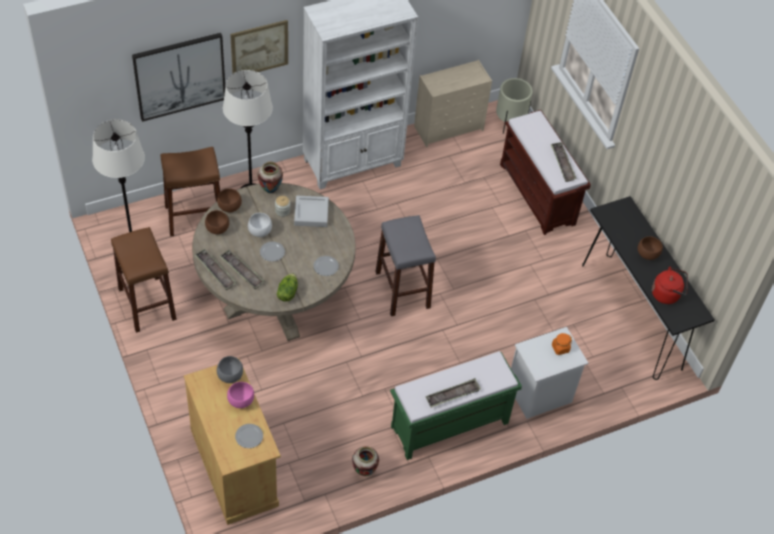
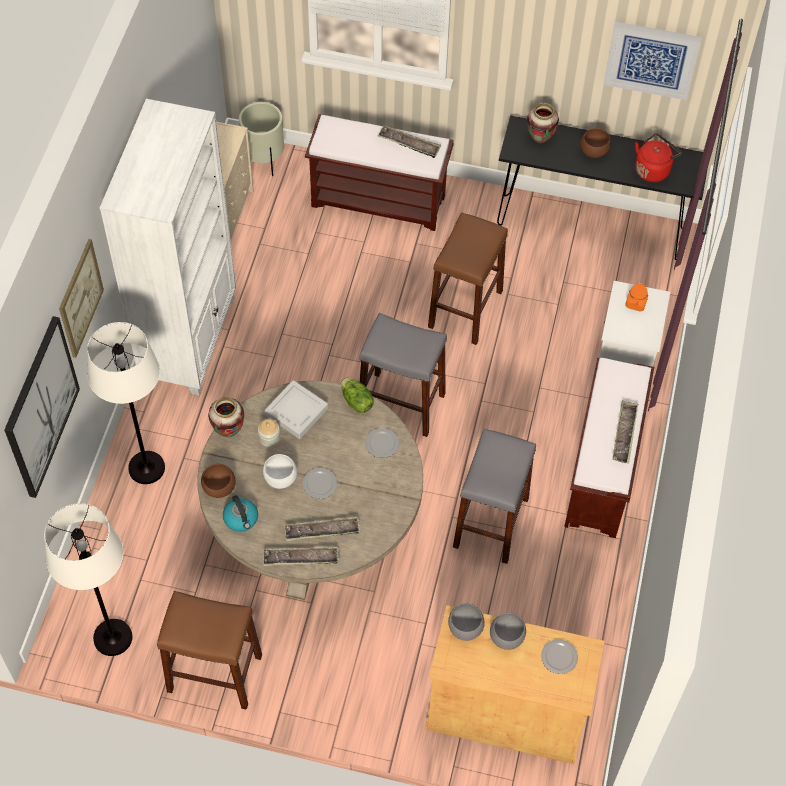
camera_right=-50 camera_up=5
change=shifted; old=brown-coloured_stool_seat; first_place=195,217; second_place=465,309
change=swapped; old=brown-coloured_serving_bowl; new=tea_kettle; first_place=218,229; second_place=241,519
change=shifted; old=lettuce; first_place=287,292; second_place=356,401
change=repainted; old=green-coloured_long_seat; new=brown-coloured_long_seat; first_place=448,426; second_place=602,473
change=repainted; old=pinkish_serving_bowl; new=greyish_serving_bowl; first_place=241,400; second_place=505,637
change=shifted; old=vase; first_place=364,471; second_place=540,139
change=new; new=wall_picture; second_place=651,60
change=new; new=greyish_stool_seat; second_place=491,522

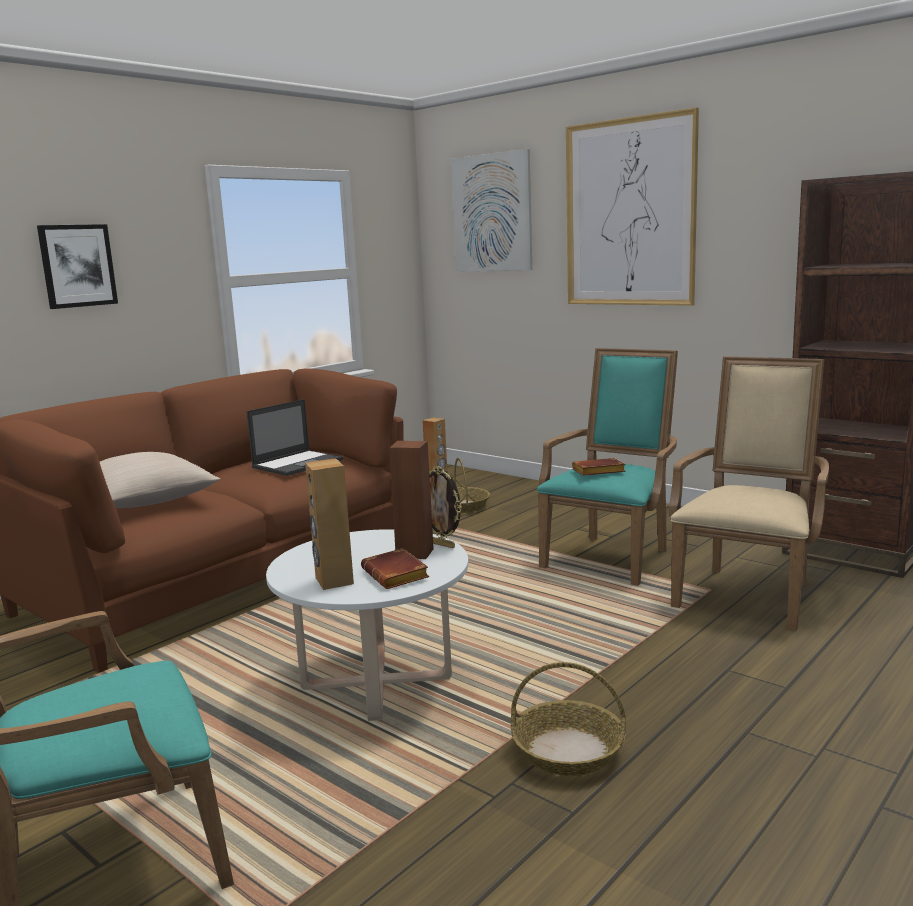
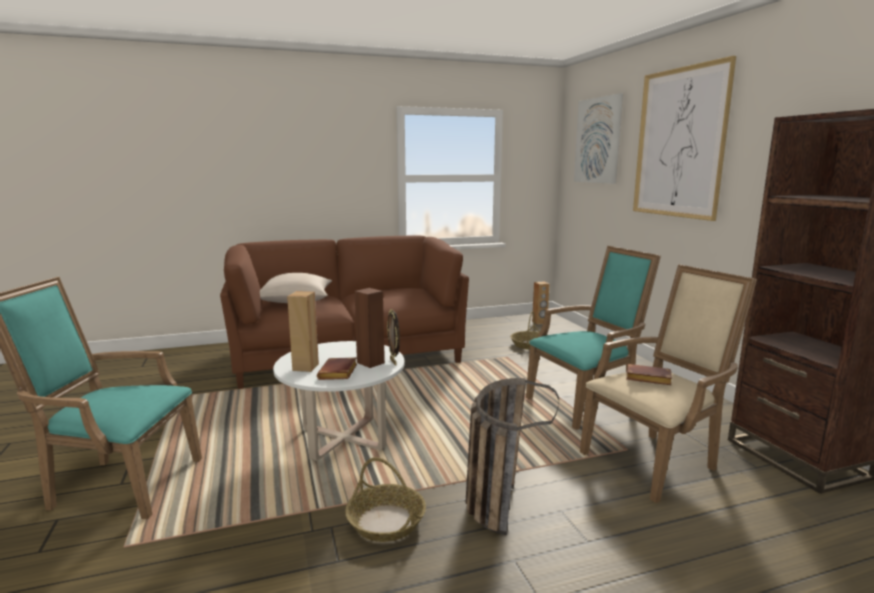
camera_right=30 camera_up=0
change=gone; old=wall_picture; first_place=77,266
change=gone; old=notebook_computer; first_place=298,463
change=shifted; old=brown-coloured_book; first_place=597,472; second_place=646,379
change=new; new=storage_basket; second_place=499,498

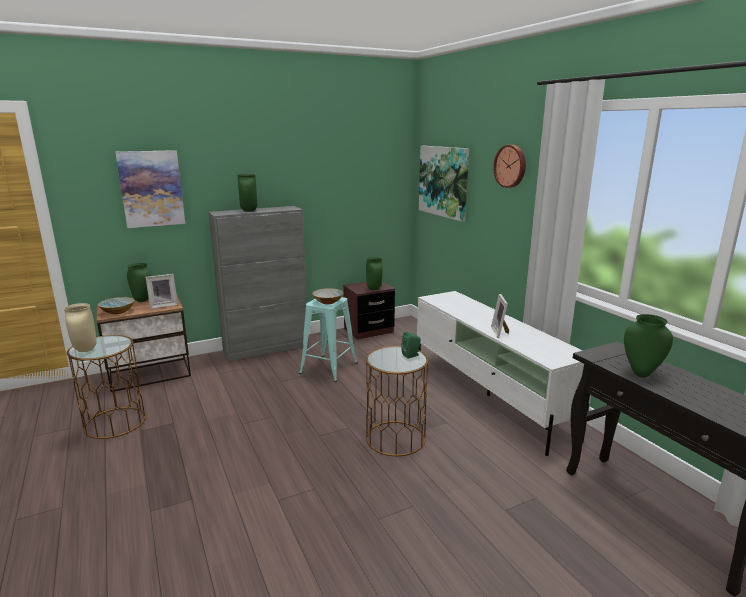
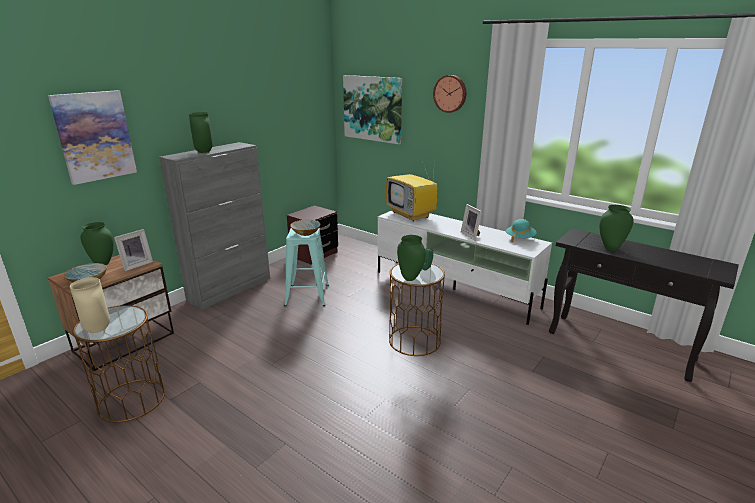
camera_right=-25 camera_up=5
change=shifted; old=green-coloured_vase; first_place=373,289; second_place=409,278
change=new; new=television; second_place=411,215
change=new; new=blue-green_clothing_hat; second_place=520,238

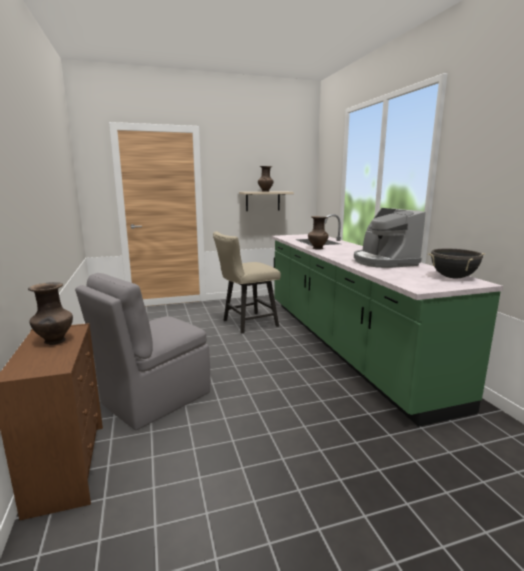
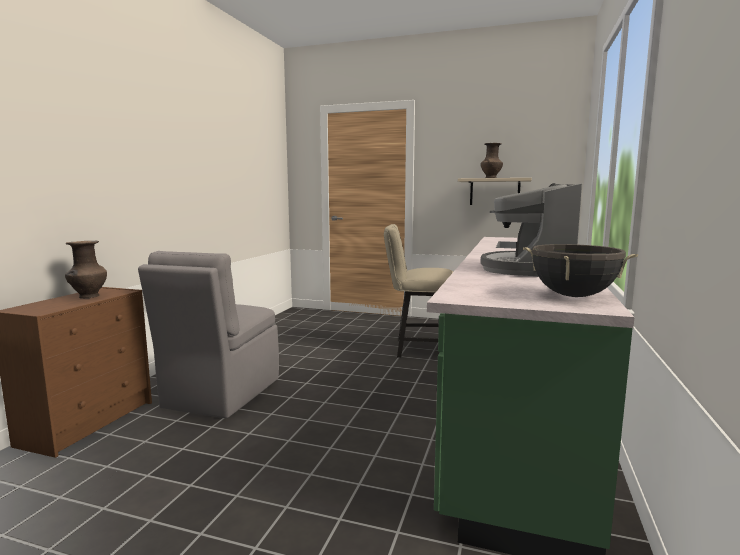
camera_right=35 camera_up=-5
change=gone; old=brown-coloured_vase; first_place=317,248
change=rotated; old=greyish_chair; first_place=154,399; second_place=220,394; degrees=-60

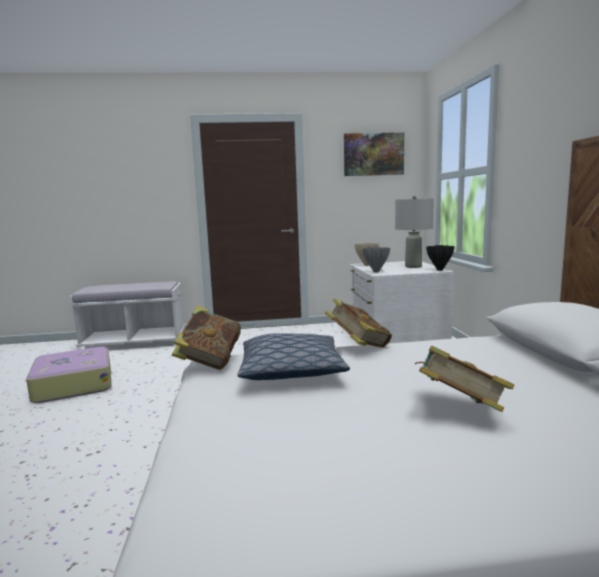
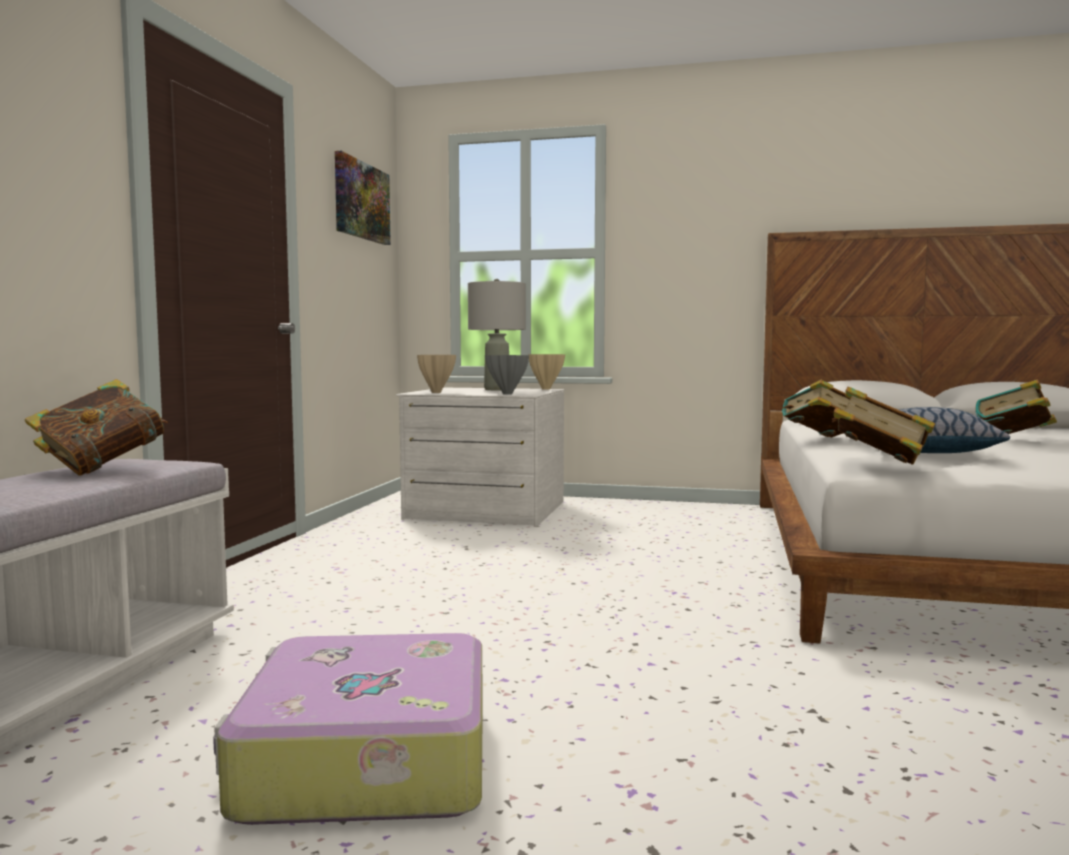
camera_right=-70 camera_up=-5
change=repainted; old=black-coloured_vase; new=beige-coloured_vase; first_place=439,270; second_place=546,389
change=new; new=book; second_place=102,468

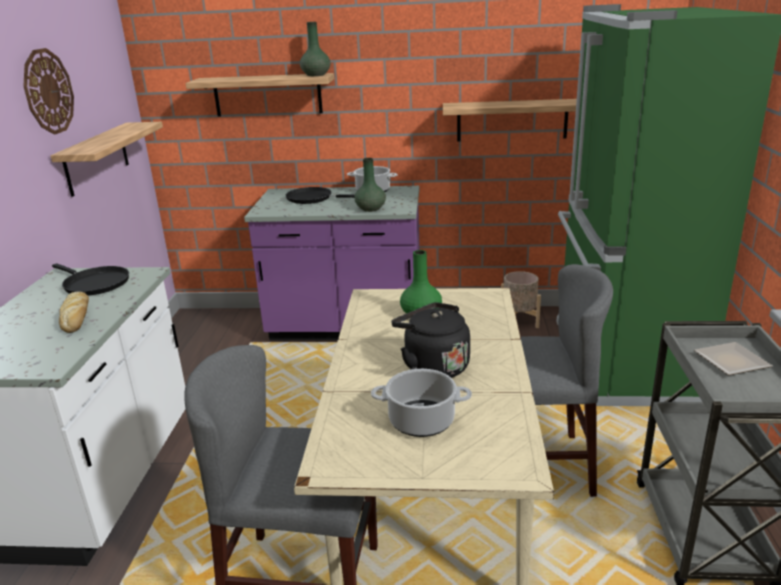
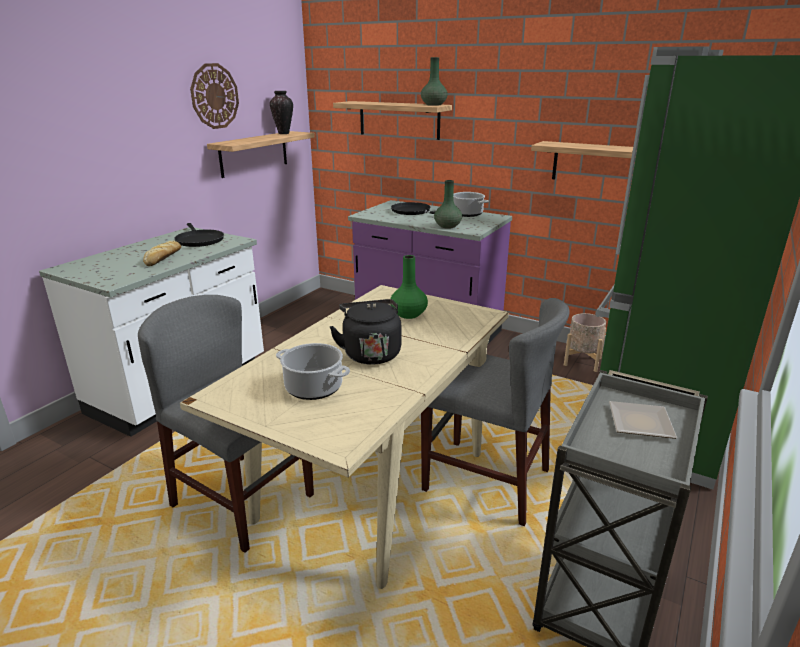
camera_right=25 camera_up=0
change=new; new=vase; second_place=284,133

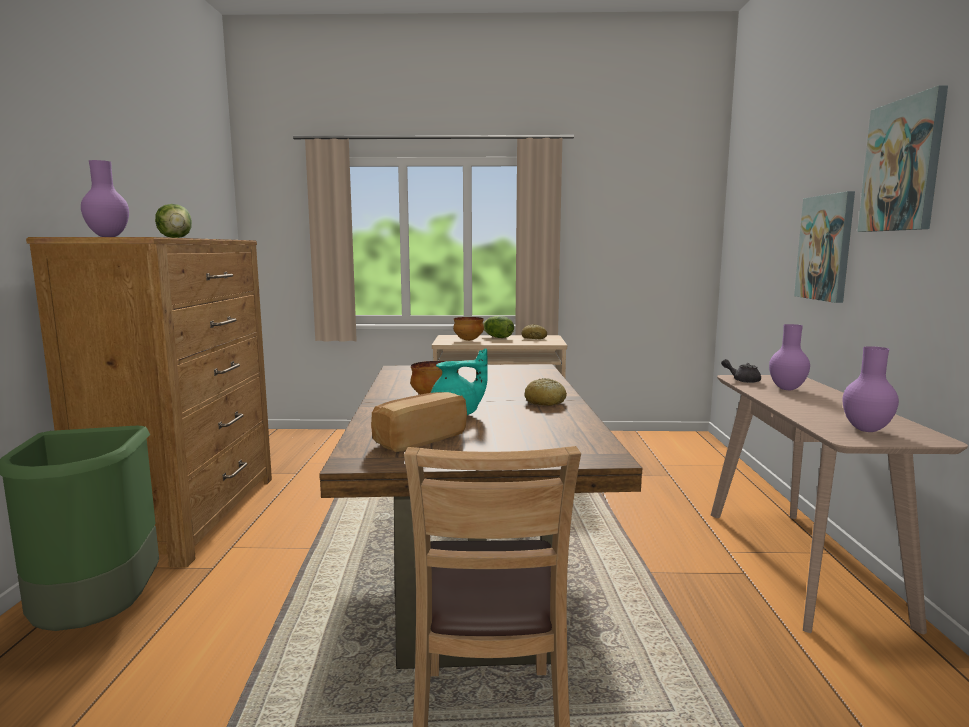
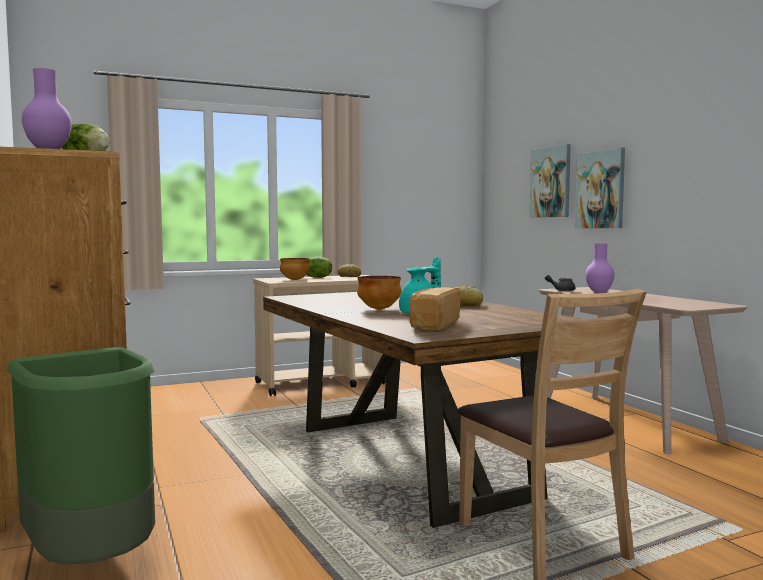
camera_right=-25 camera_up=-5
change=shifted; old=wall_picture; first_place=902,165; second_place=551,182
change=gone; old=purple-coloured_vase; first_place=866,430

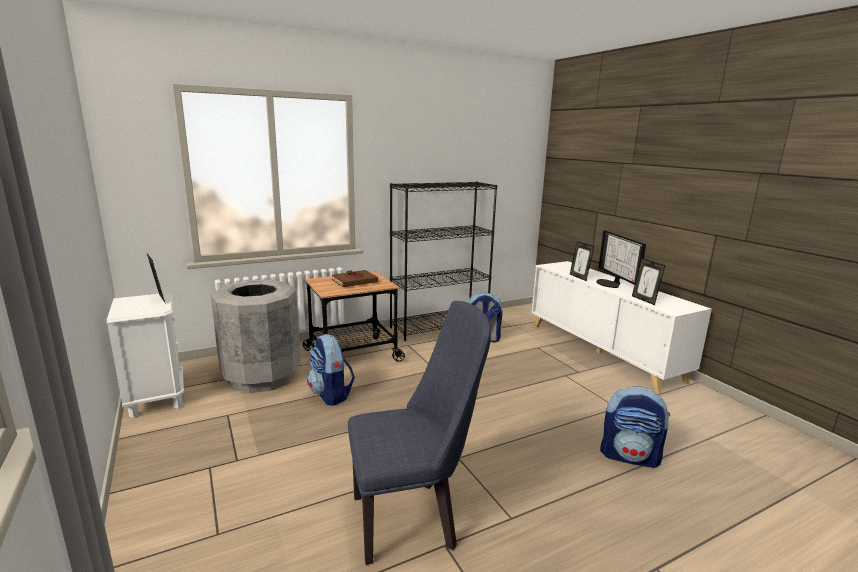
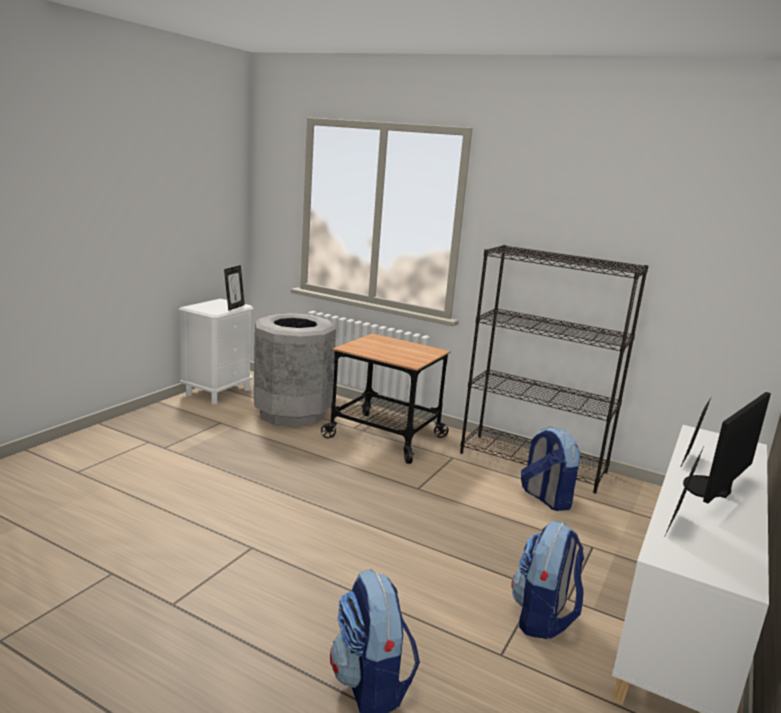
camera_right=55 camera_up=0
change=gone; old=brown-coloured_book; first_place=354,281
change=gone; old=bluish_chair; first_place=412,518
change=shifted; old=rucksack; first_place=331,395; second_place=543,618

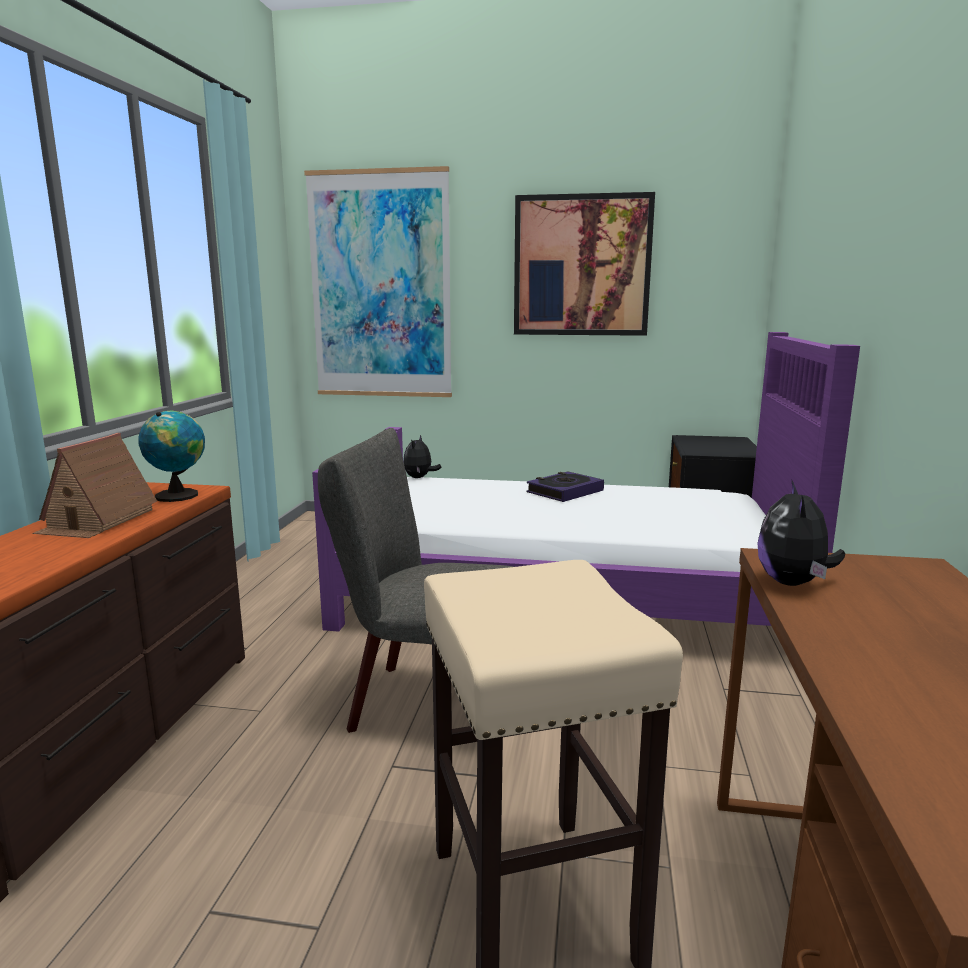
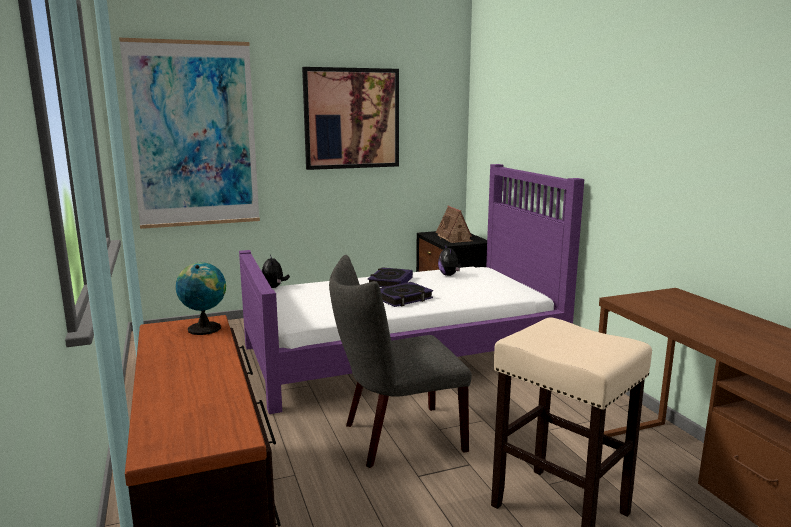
camera_right=-30 camera_up=0
change=shifted; old=miniature_house; first_place=97,521; second_place=454,238
change=shifted; old=soft_toy; first_place=793,583; second_place=449,275
change=new; new=book; second_place=403,298

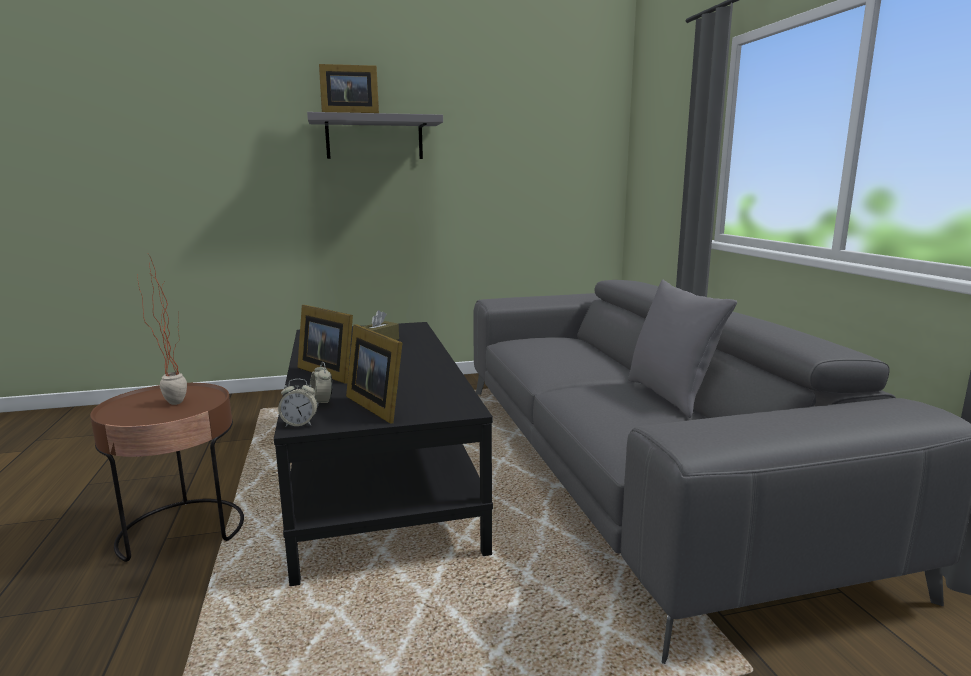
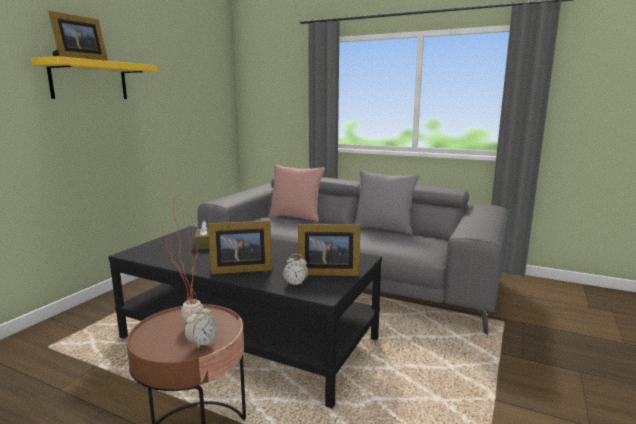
camera_right=-50 camera_up=0
change=repainted; old=greyish_wall_shelf; new=yellow-coloured_wall_shelf; first_place=374,138; second_place=89,80
change=shifted; old=alarm_clock; first_place=299,424; second_place=202,342
change=new; new=pinkish_pillow; second_place=296,218

